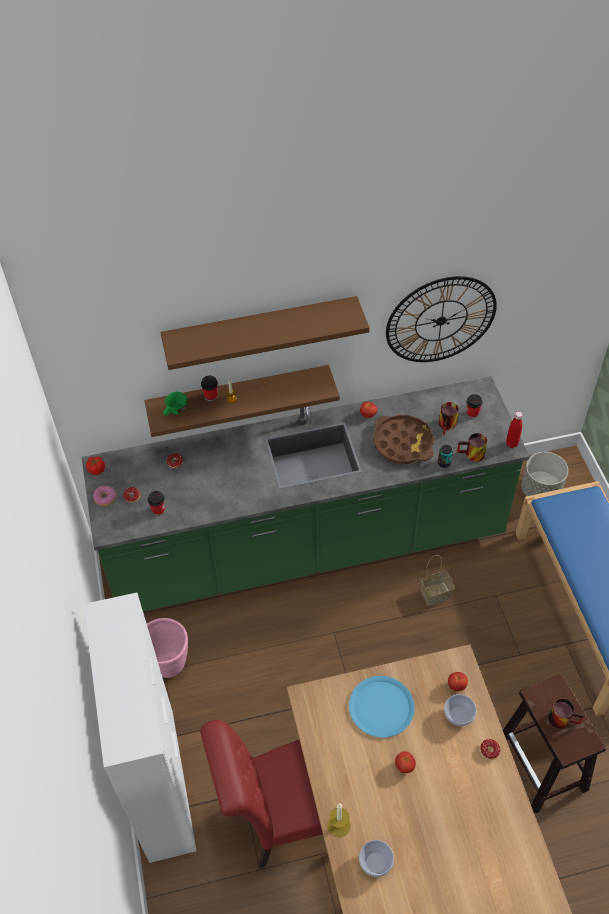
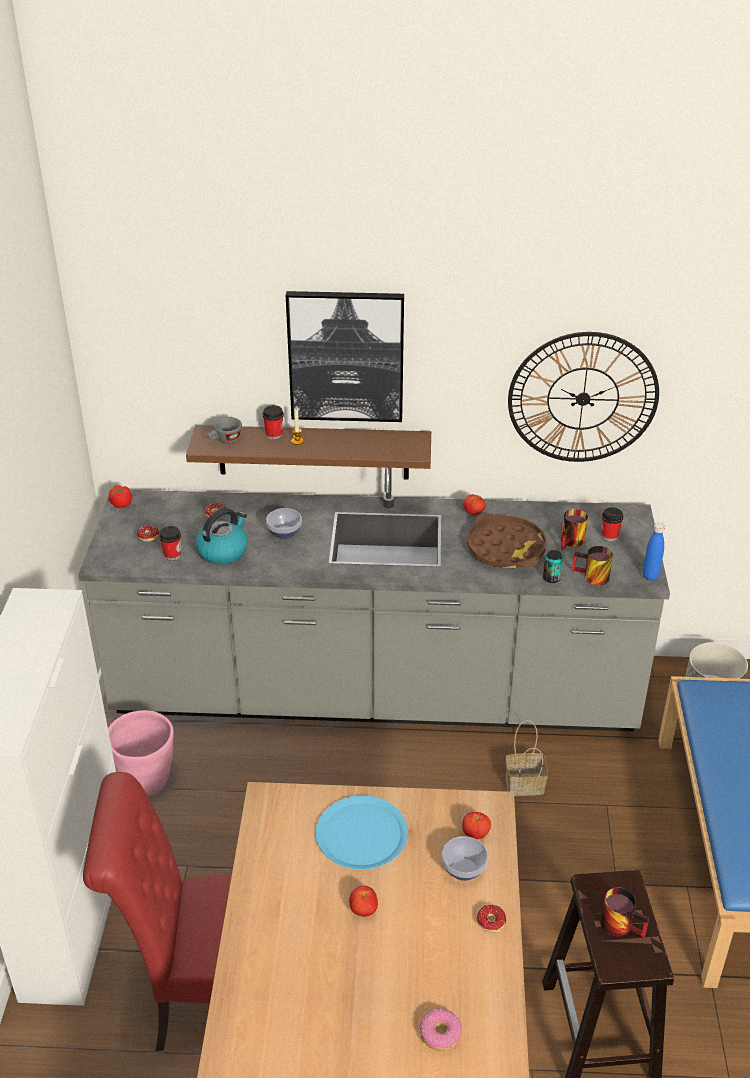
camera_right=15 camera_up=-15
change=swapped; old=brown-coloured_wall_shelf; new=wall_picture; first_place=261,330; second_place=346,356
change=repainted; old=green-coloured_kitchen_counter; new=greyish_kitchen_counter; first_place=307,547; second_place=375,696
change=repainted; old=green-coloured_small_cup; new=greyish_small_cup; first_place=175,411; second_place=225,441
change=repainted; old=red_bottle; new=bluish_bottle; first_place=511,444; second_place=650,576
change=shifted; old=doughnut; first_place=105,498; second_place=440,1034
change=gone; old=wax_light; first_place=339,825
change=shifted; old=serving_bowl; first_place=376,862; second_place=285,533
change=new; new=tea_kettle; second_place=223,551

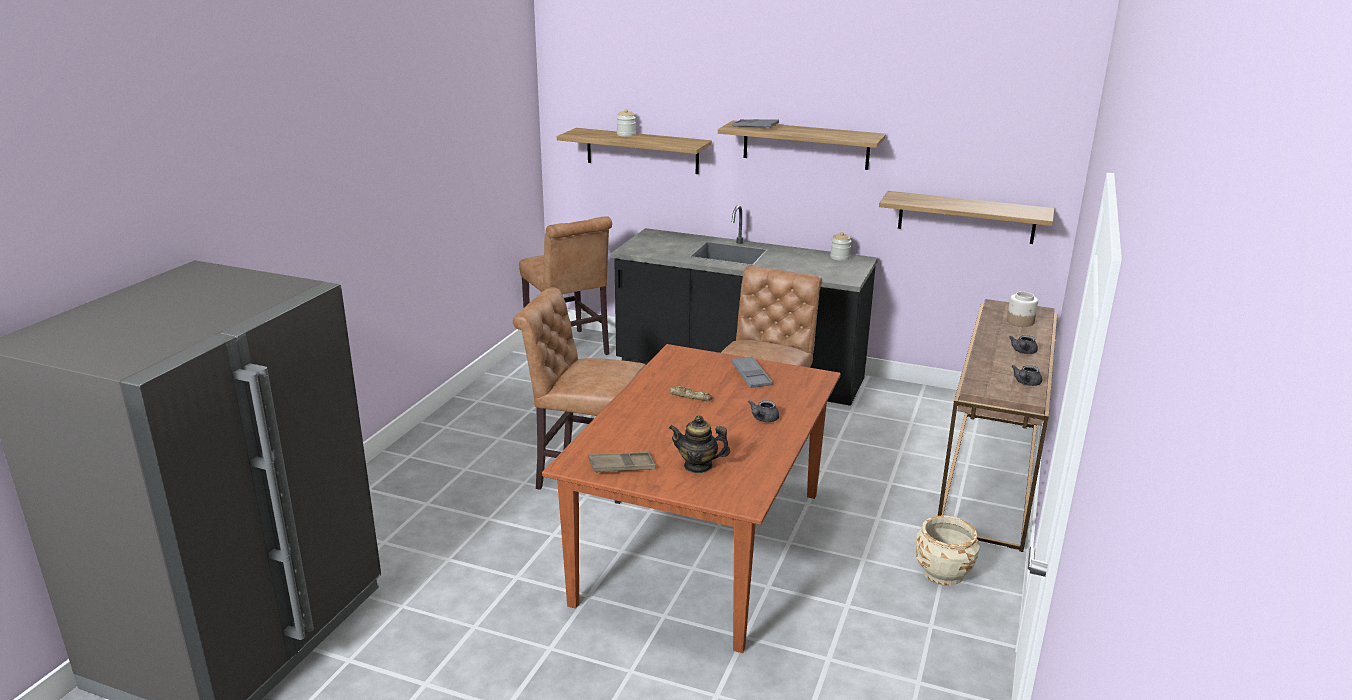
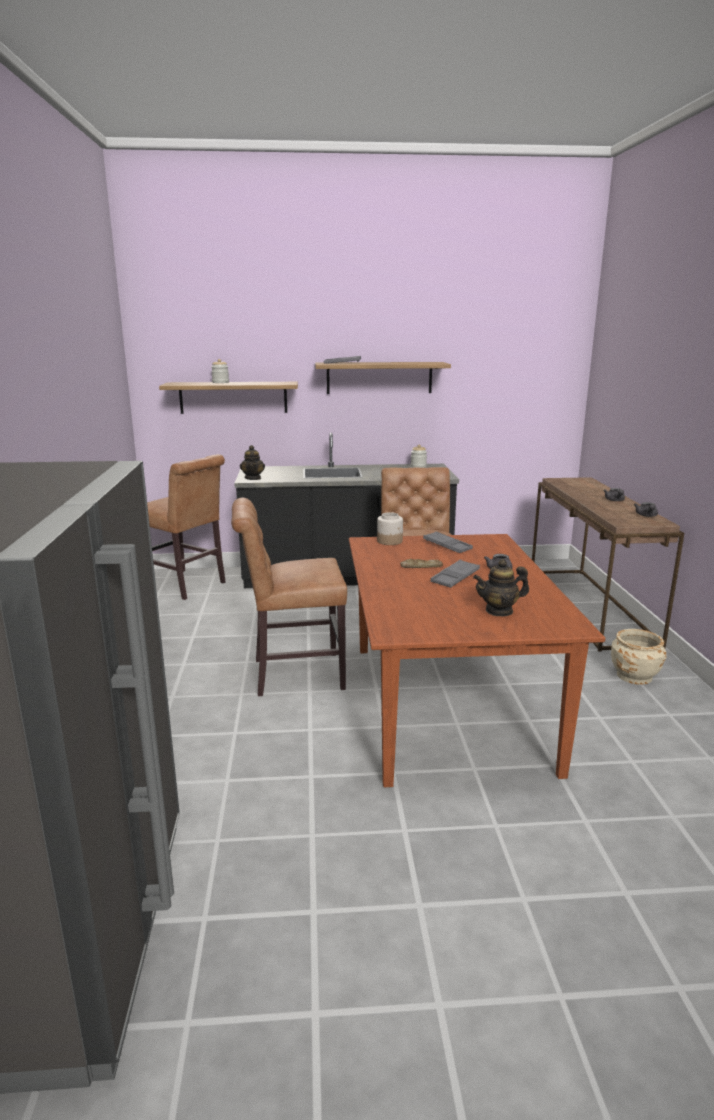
camera_right=-25 camera_up=-5
change=gone; old=wall_shelf; first_place=966,217
change=shifted; old=preserve_jar; first_place=1020,321; second_place=390,541
change=gone; old=brown-coloured_serving_tray; first_place=622,467
change=new; new=tea_pot; second_place=253,478
change=new; new=greyish_serving_tray; second_place=455,578

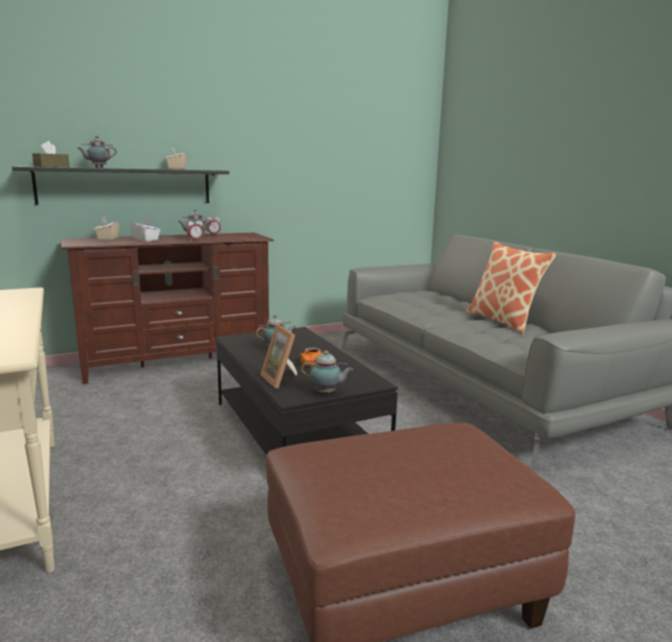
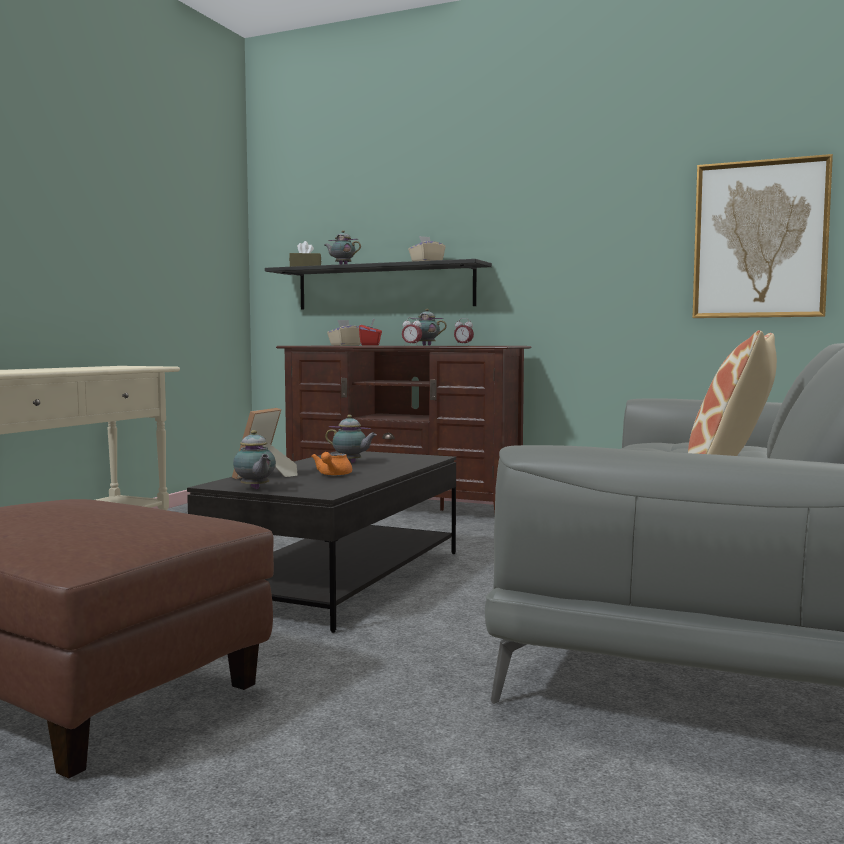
camera_right=50 camera_up=-10
change=repainted; old=white-coloured_tissue_box; new=red_tissue_box; first_place=146,240; second_place=370,345
change=new; new=wall_picture; second_place=760,240

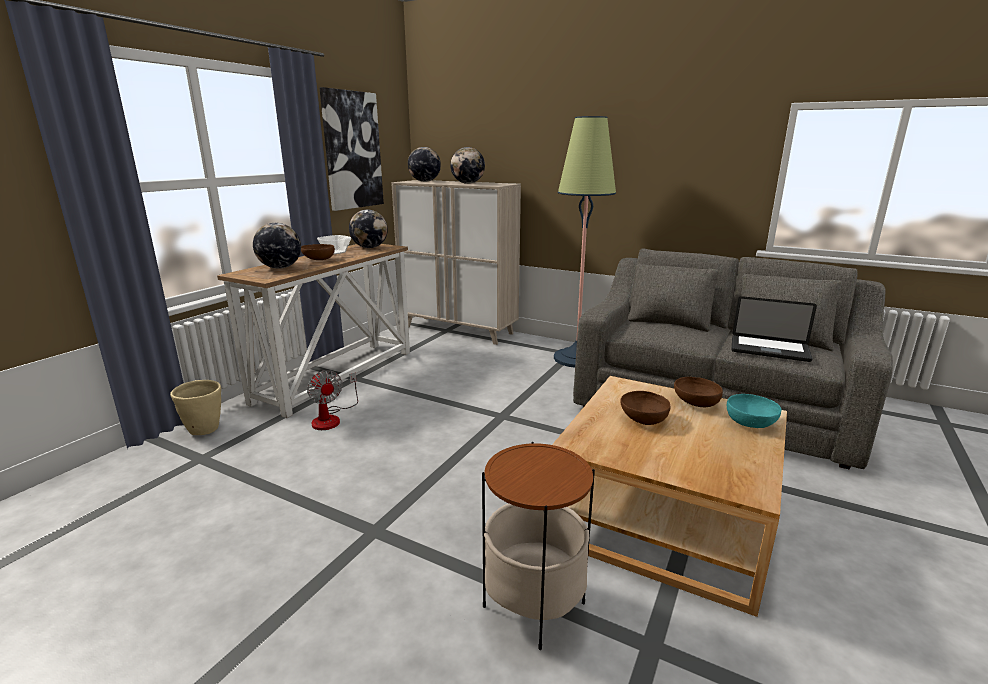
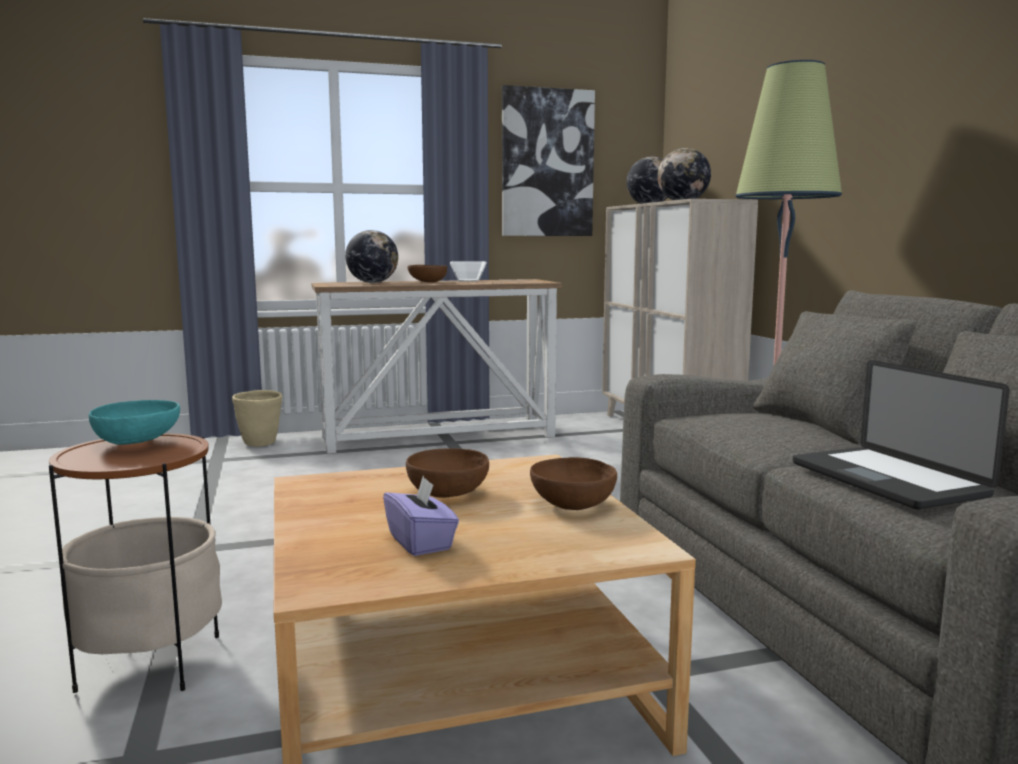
camera_right=45 camera_up=-10
change=gone; old=desk_globe; first_place=369,247
change=gone; old=cooling_fan; first_place=331,418
change=shifted; old=blue-green_serving_bowl; first_place=750,423; second_place=138,442
change=new; new=purple-coloured_tissue_box; second_place=421,542

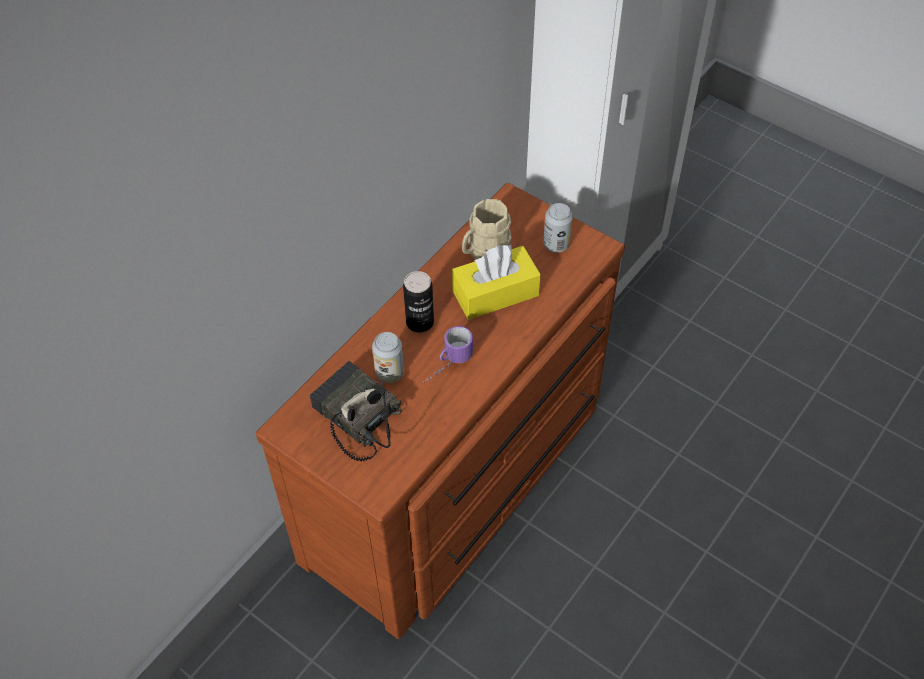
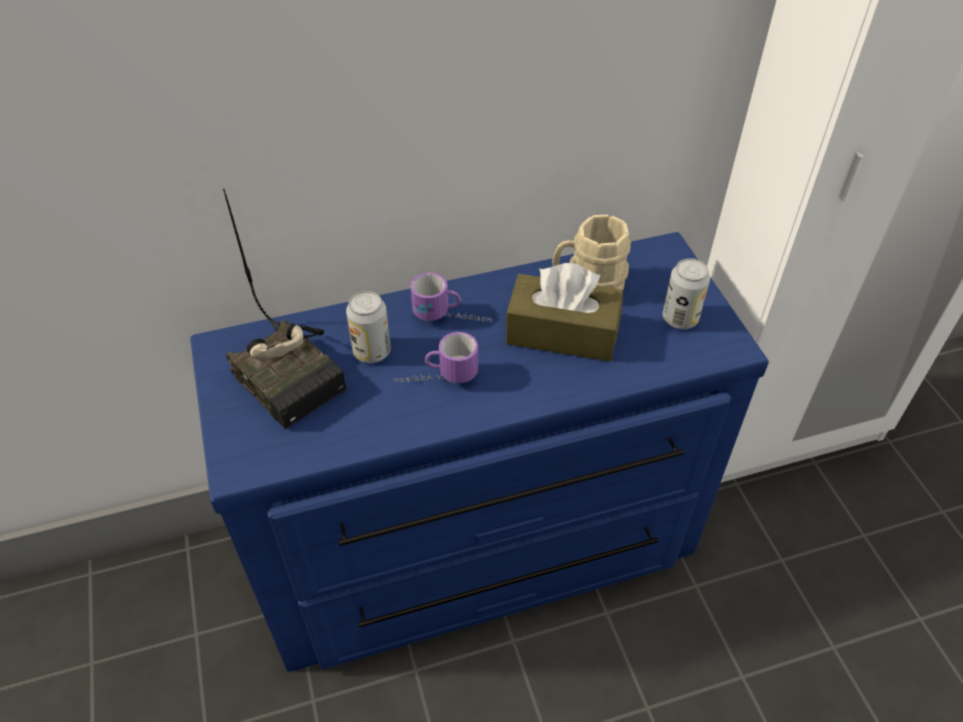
camera_right=35 camera_up=-5
change=repainted; old=brown-coloured_dresser; new=bluish_dresser; first_place=462,479; second_place=481,551
change=repainted; old=yellow-coloured_tissue_box; new=brown-coloured_tissue_box; first_place=495,293; second_place=562,333
change=swapped; old=sealed_can; new=mug; first_place=420,322; second_place=452,319
change=rotated; old=radio_set; first_place=354,417; second_place=293,375; degrees=150

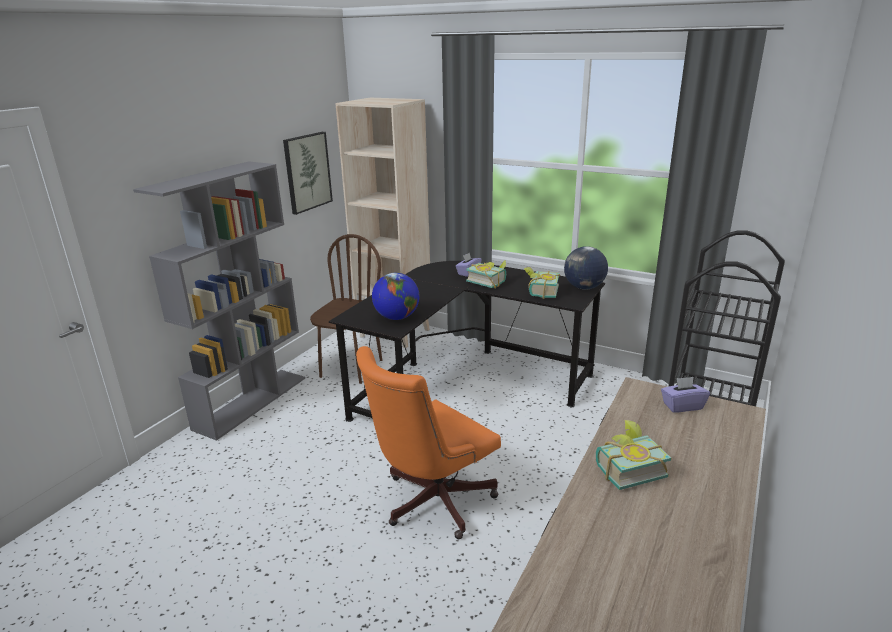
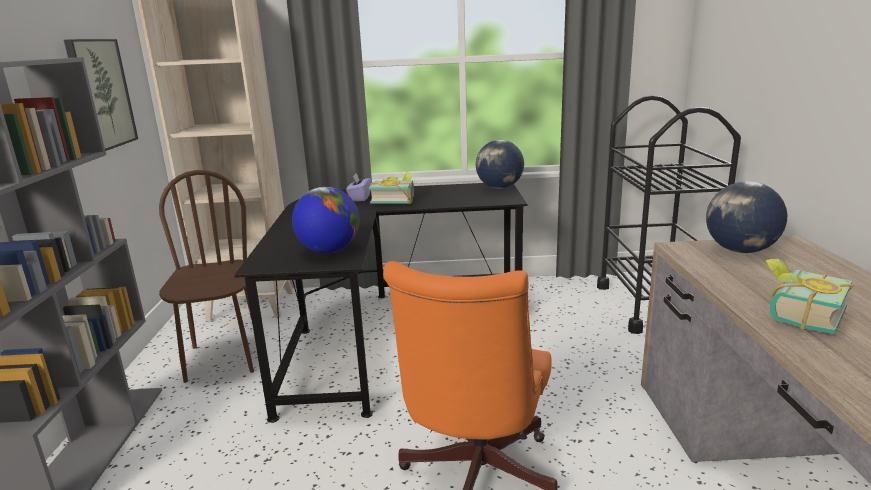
camera_right=-30 camera_up=-5
change=gone; old=book; first_place=539,292
change=swapped; old=purple-coloured_tissue_box; new=desk_globe; first_place=682,406; second_place=740,251

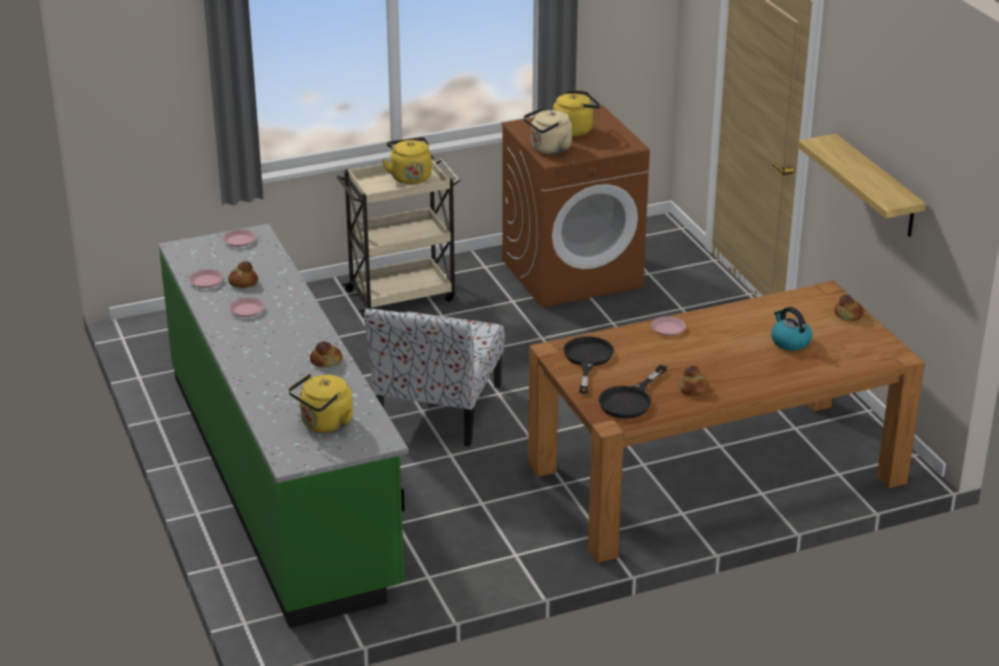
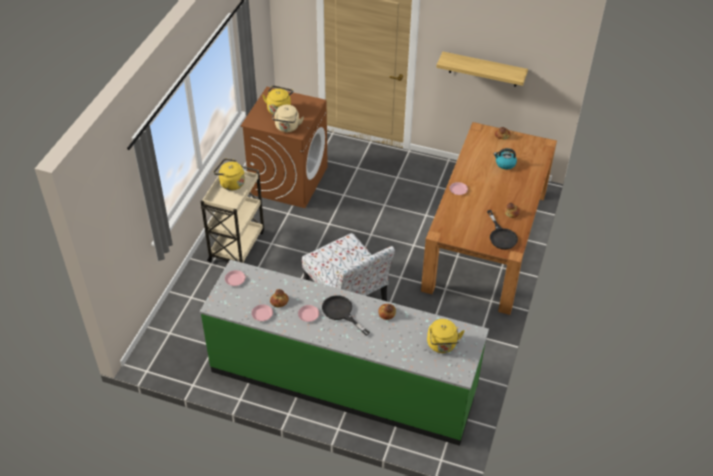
camera_right=-50 camera_up=15
change=shifted; old=black-coloured_frying_pan; first_place=587,360; second_place=341,312

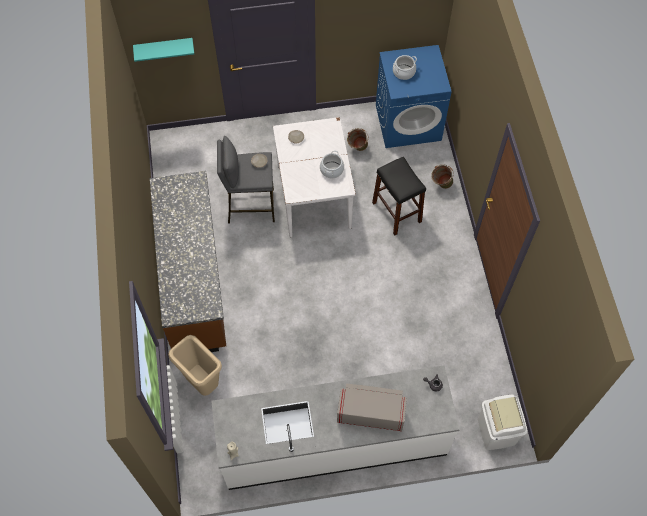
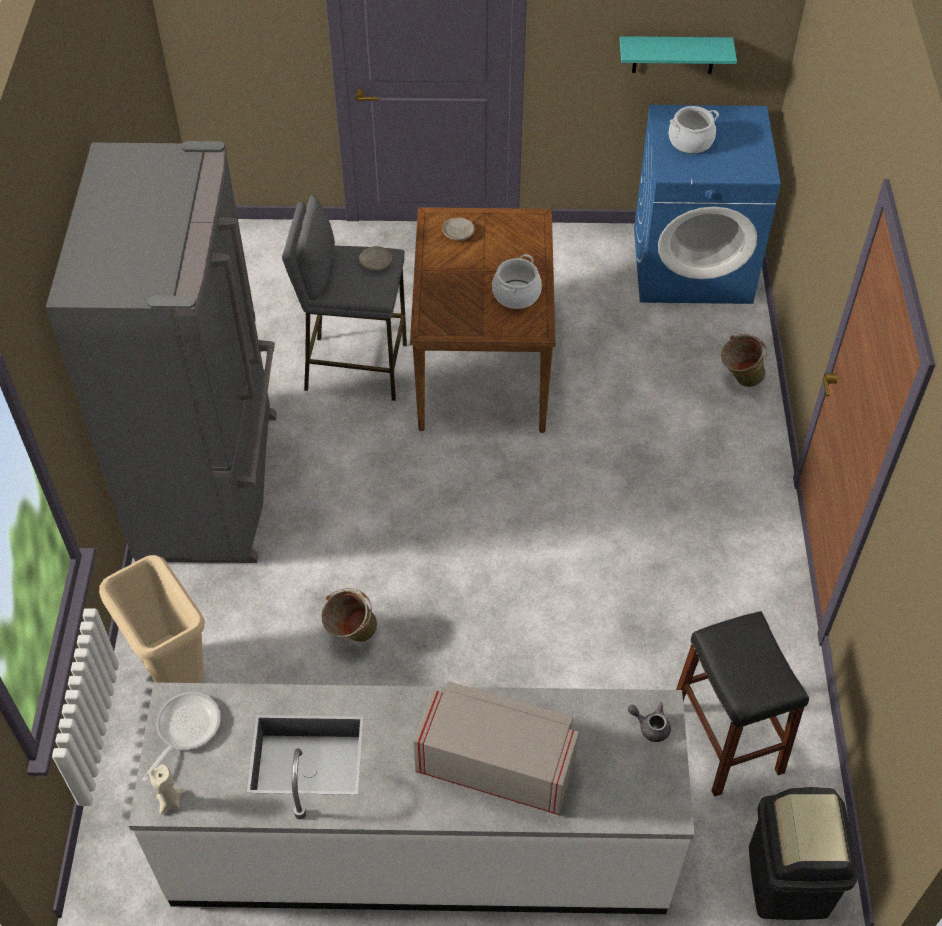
camera_right=10 camera_up=-10
change=shifted; old=blue-green_wall_shelf; first_place=164,48; second_place=674,54
change=repainted; old=white-coloured_dinner_table; new=brown-coloured_dinner_table; first_place=313,195; second_place=482,364
change=shifted; old=green-coloured_bucket; first_place=357,149; second_place=351,636
change=shifted; old=black-coloured_stool_seat; first_place=396,212; second_place=726,739
change=swapped; old=brown-coloured_kitchen_counter; new=greyish_refrigerator; first_place=195,282; second_place=213,484
change=repainted; old=white-coloured_waste_bin; new=black-coloured_waste_bin; first_place=497,431; second_place=789,881
change=new; new=frying_pan; second_place=185,729

